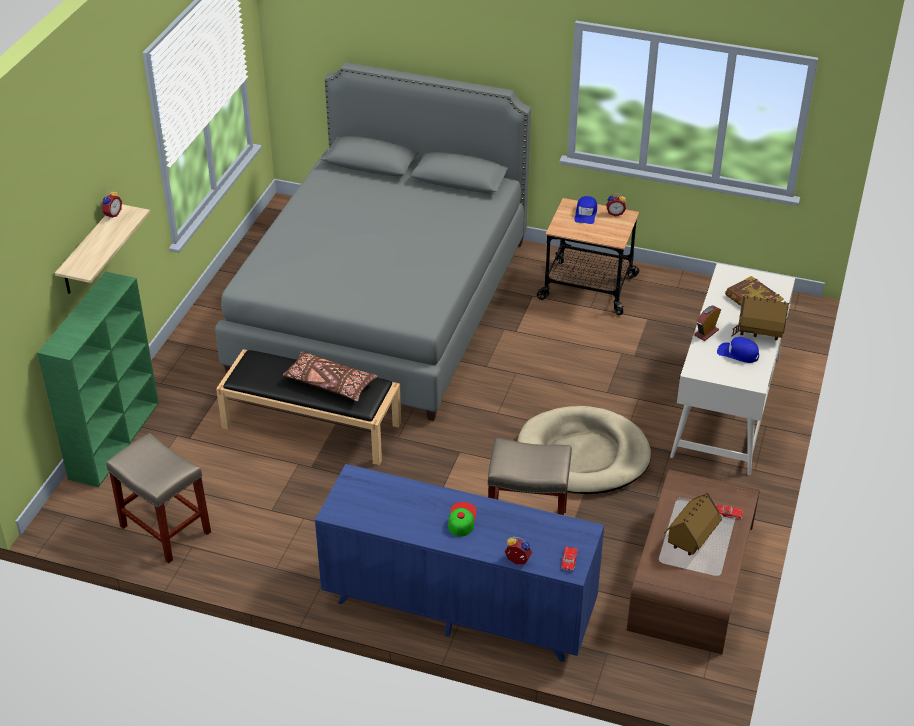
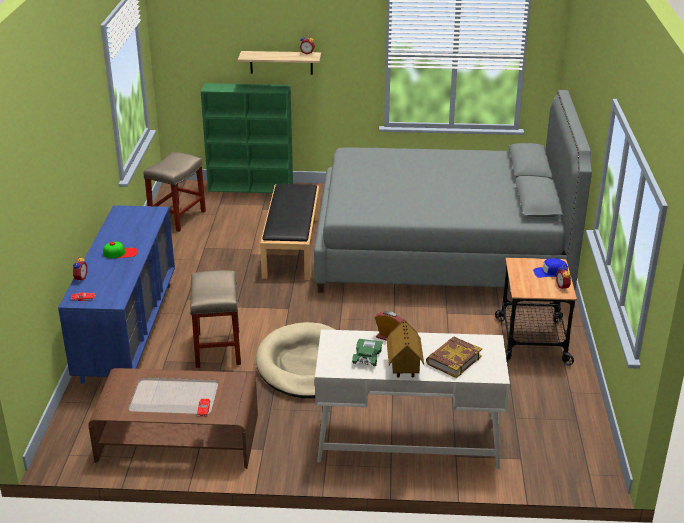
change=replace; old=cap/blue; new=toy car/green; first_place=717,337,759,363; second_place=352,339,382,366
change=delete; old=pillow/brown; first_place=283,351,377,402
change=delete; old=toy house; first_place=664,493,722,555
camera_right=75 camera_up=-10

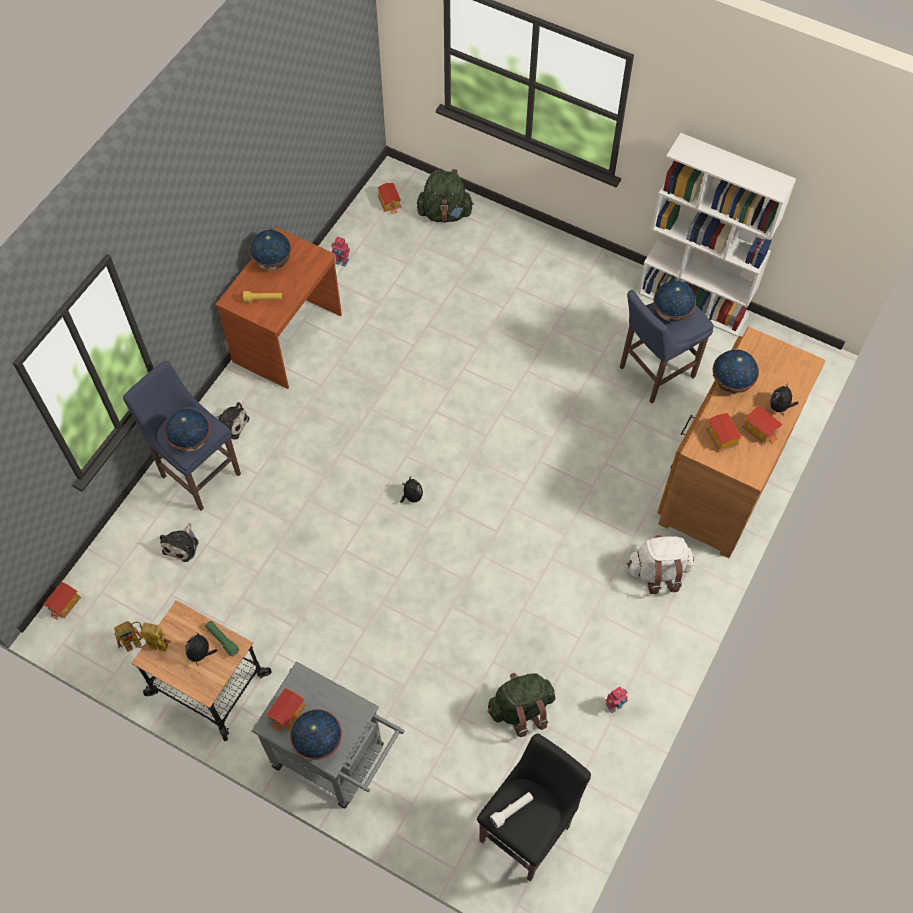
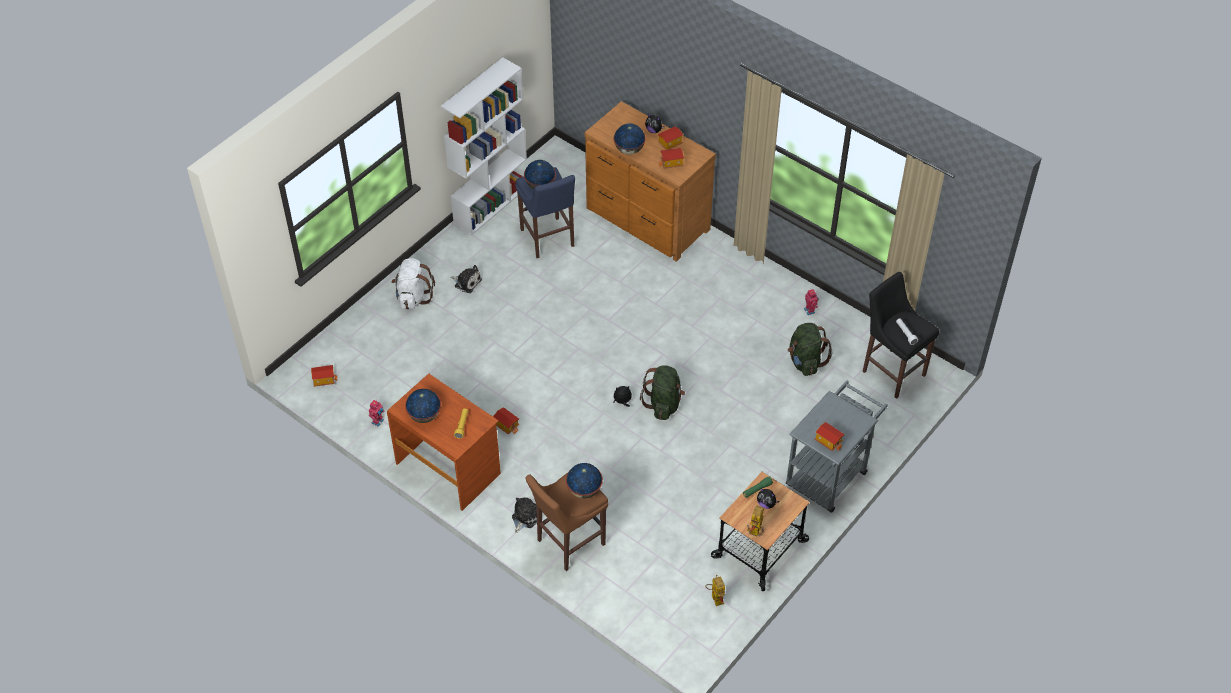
change=move; old=backpack/green; first_place=417,169,474,223; second_place=640,365,685,420
change=recolor; old=stool/blue; new=stool/brown; first_place=123,361,241,511; second_place=526,473,608,571
change=move; old=plush toy; first_place=160,523,198,562; second_place=450,265,482,293
change=move; old=backpack/white; first_place=627,535,694,594; second_place=392,258,435,309
change=move; old=toy house; first_place=43,582,81,620; second_place=493,407,519,435
change=delete; old=globe; first_place=290,709,342,760
camera_right=-80 camera_up=-10

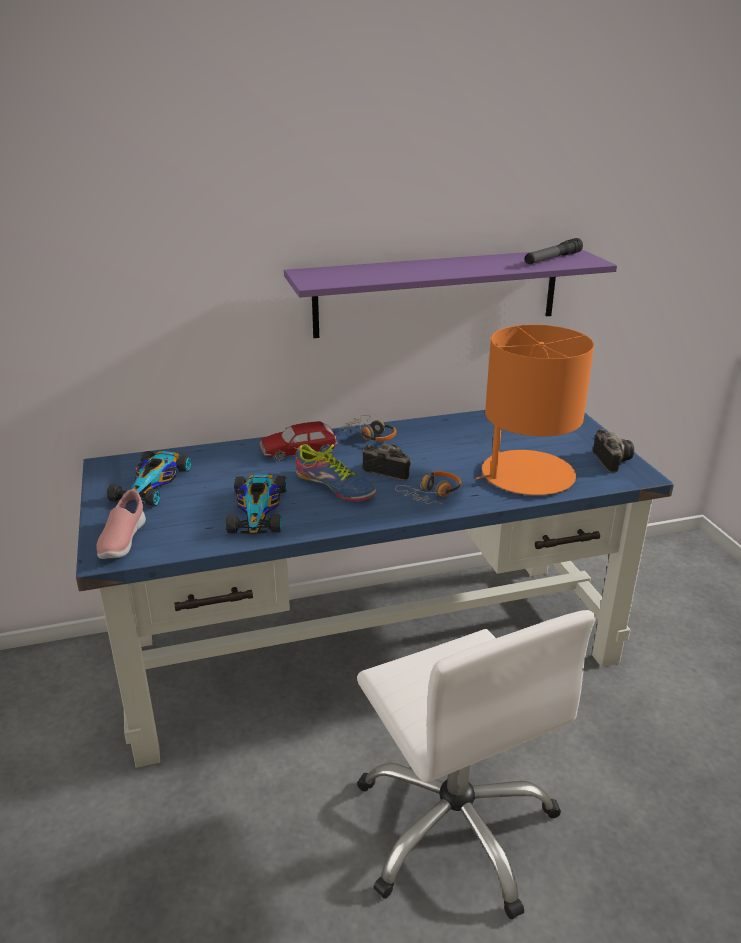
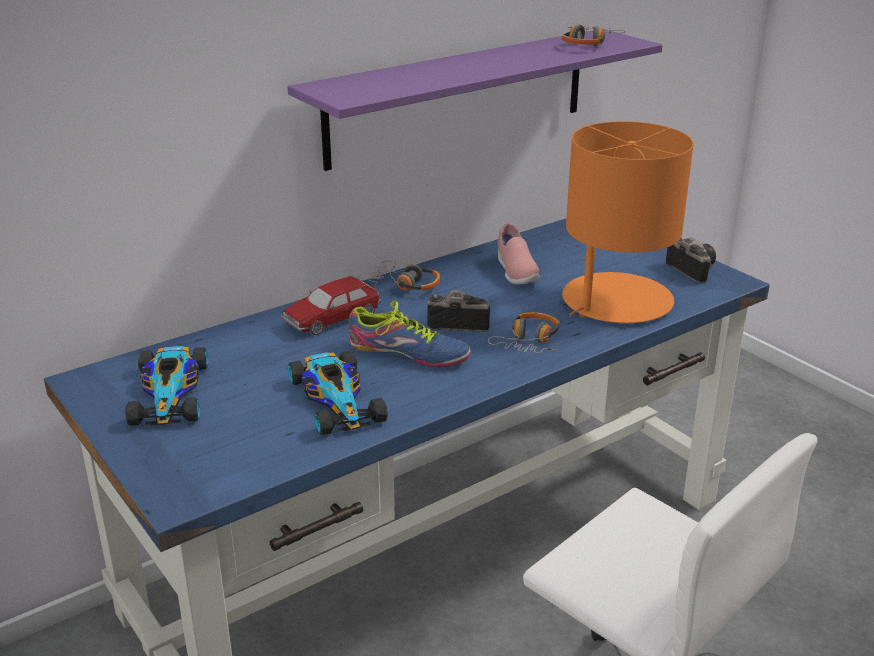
change=replace; old=flashlight; new=headphones; first_place=525,238,583,264; second_place=562,25,626,46
change=move; old=shoe/pink; first_place=96,490,146,559; second_place=498,223,540,284
camera_right=-20 camera_up=0

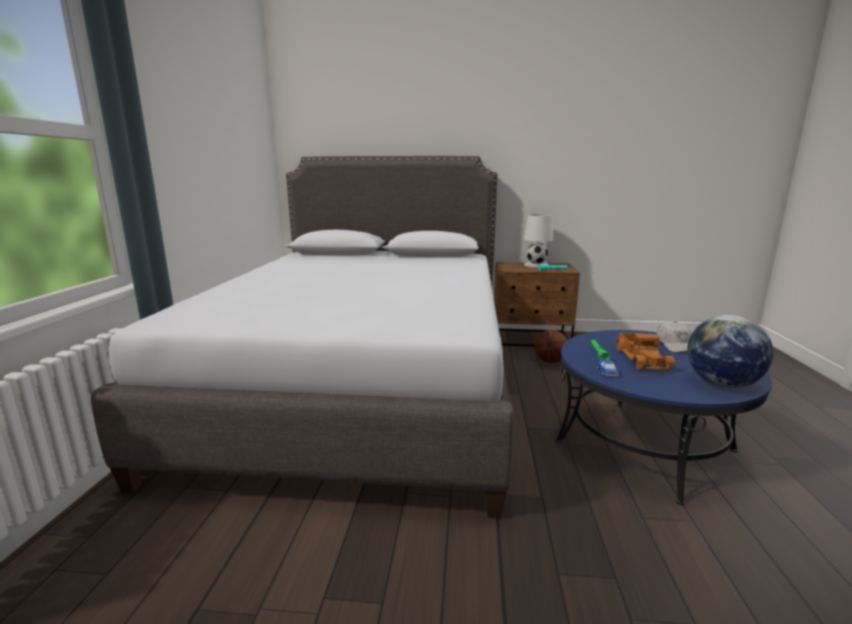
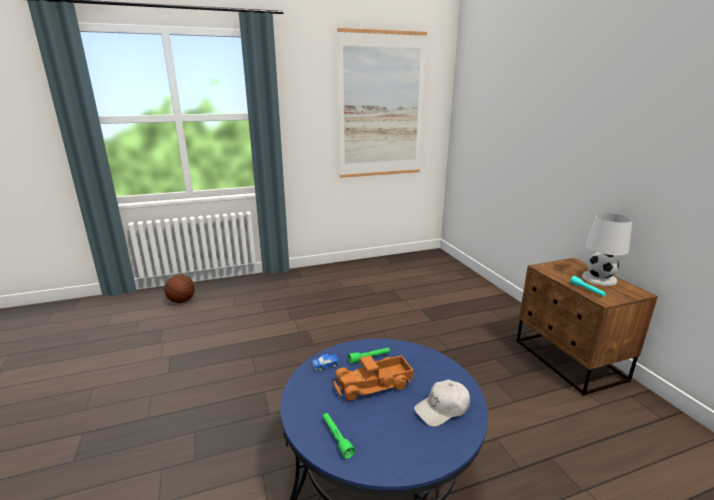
change=delete; old=bed/grey; first_place=91,156,514,518
change=replace; old=globe; new=flashlight/green; first_place=687,315,774,388; second_place=323,413,355,459
change=move; old=basketball; first_place=534,330,568,363; second_place=164,275,195,303
change=insert; new=picture; second_place=337,28,427,178
camera_right=65 camera_up=5

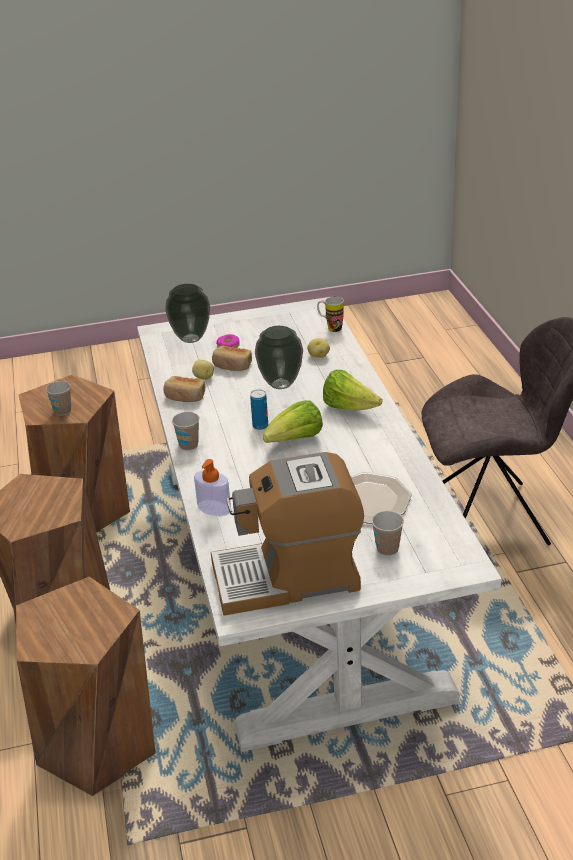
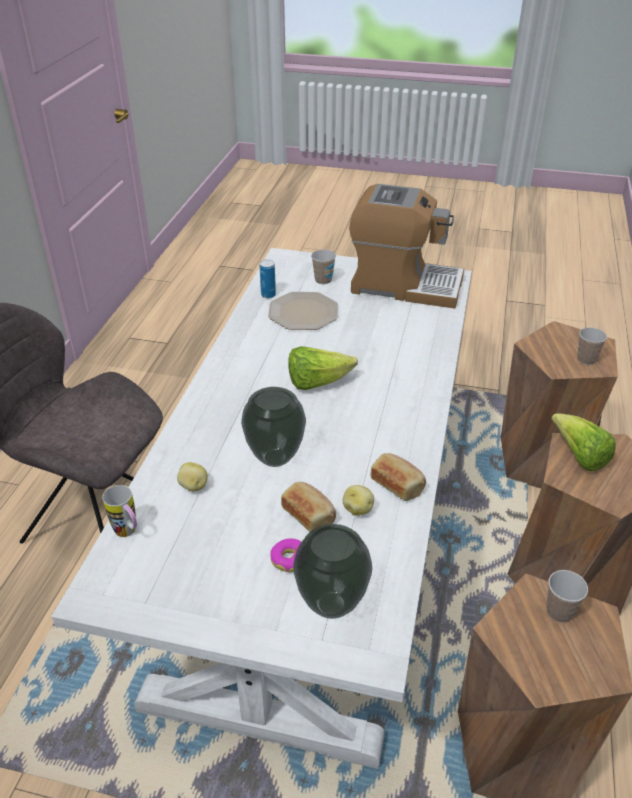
change=move; old=lettuce; first_place=323,370,383,410; second_place=551,413,616,472
change=move; old=can; first_place=250,389,268,430; second_place=260,259,276,298
change=move; old=cup; first_place=172,412,200,451; second_place=577,327,607,365
change=delete; old=soap dispenser; first_place=194,459,231,516
camera_right=-155 camera_up=5

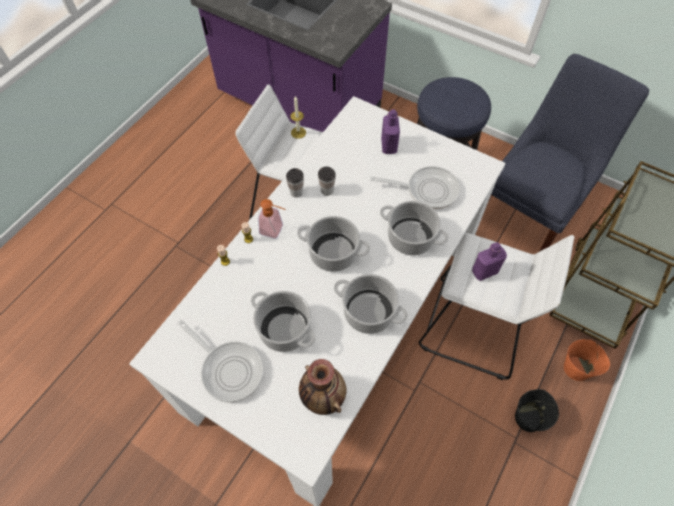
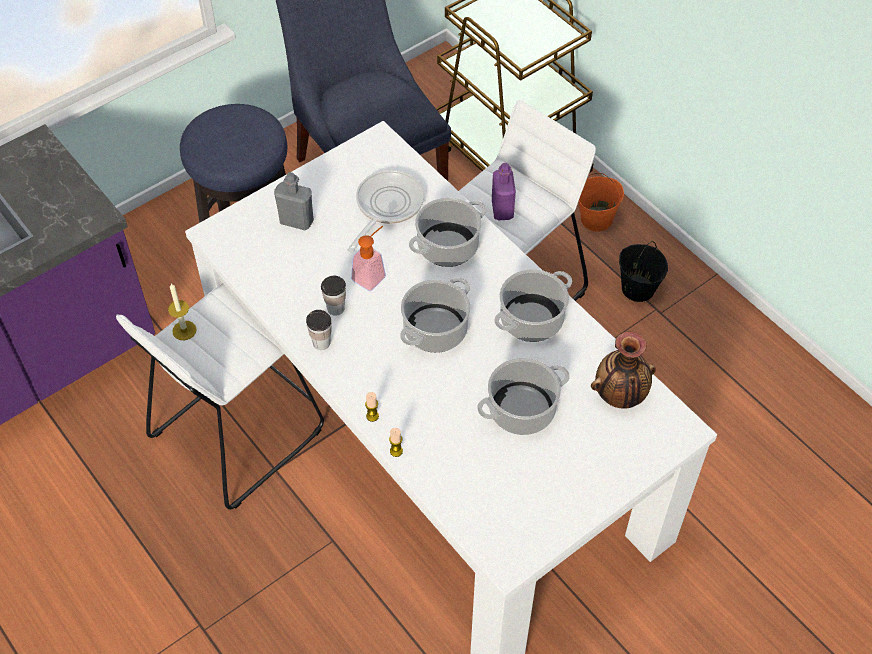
change=recolor; old=bottle/purple; new=bottle/grey; first_place=381,109,400,154; second_place=274,172,314,230
change=move; old=soap dispenser; first_place=258,199,286,239; second_place=351,226,386,291
change=delete; old=frying pan; first_place=177,320,264,402
camera_right=-70 camera_up=-5

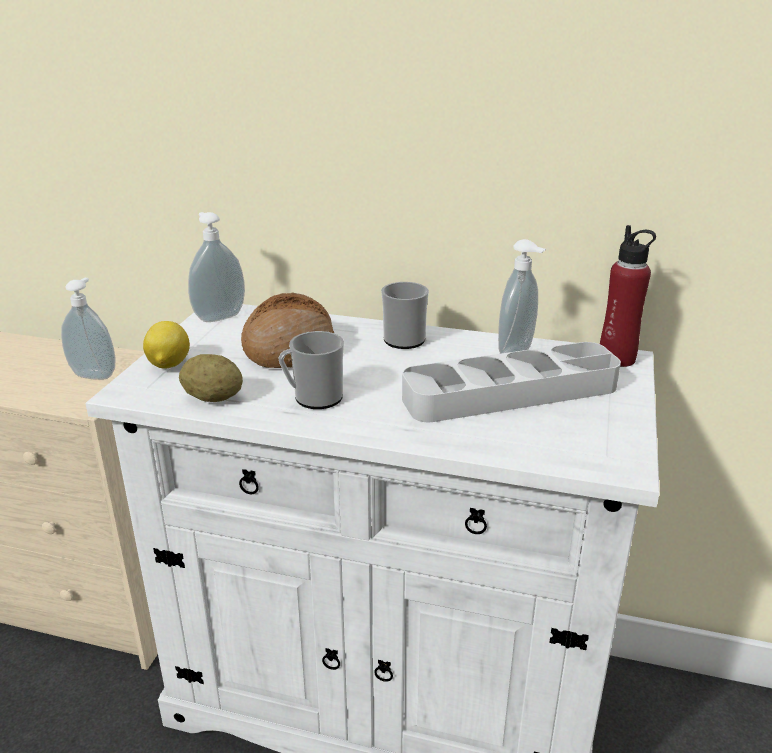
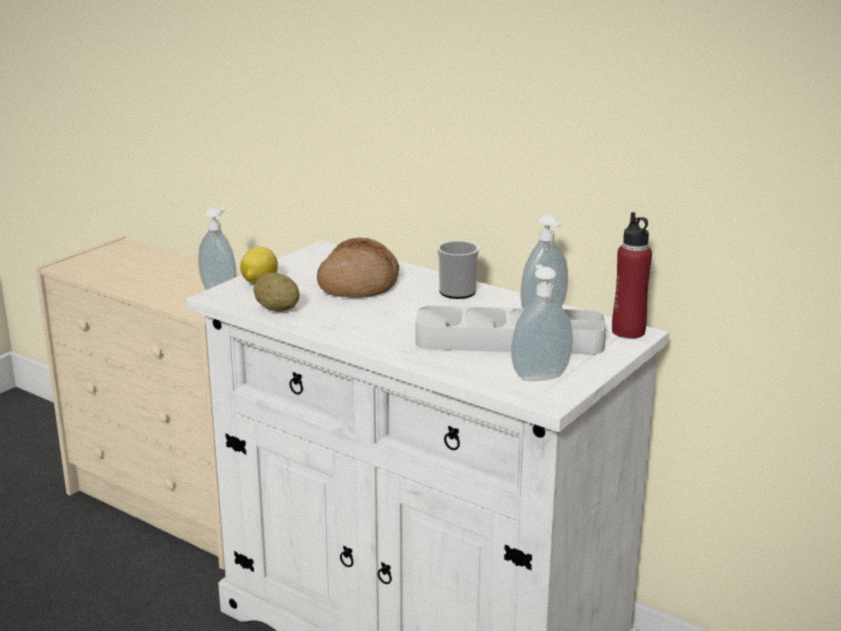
change=move; old=soap dispenser; first_place=188,212,245,322; second_place=511,265,573,381
change=delete; old=mug; first_place=279,331,344,409
camera_right=20 camera_up=-5

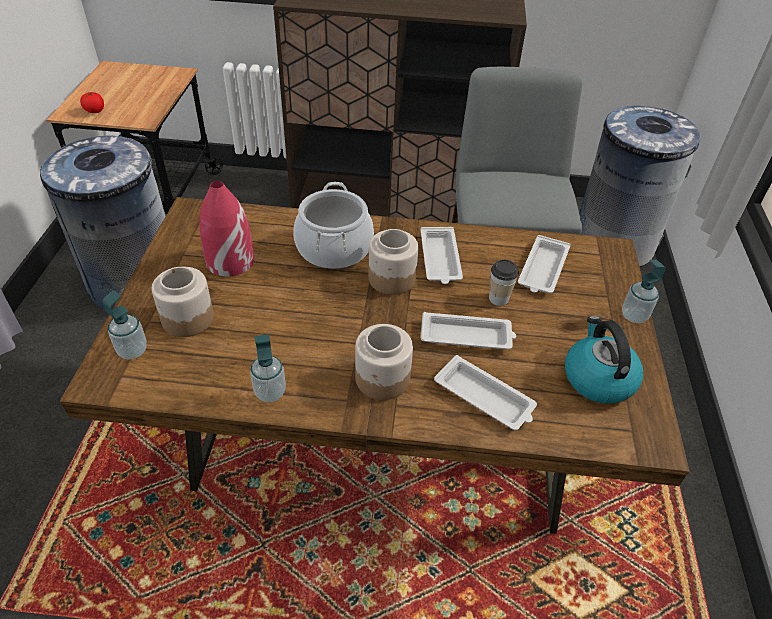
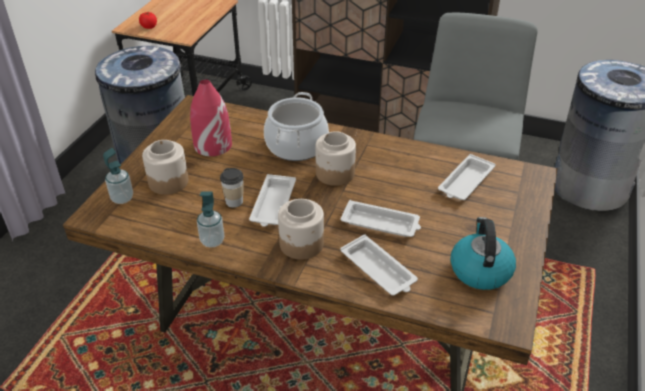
change=move; old=tray/white; first_place=421,227,463,284; second_place=249,174,296,227
change=move; old=cup; first_place=489,260,519,306; second_place=220,168,244,208
change=delete; old=soap dispenser; first_place=622,260,666,323
camera_right=15 camera_up=-5

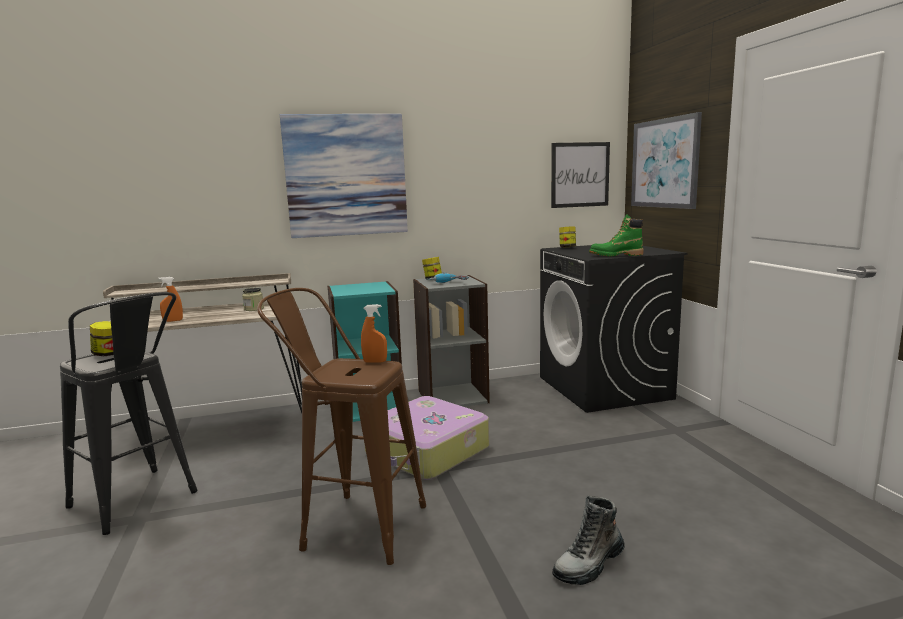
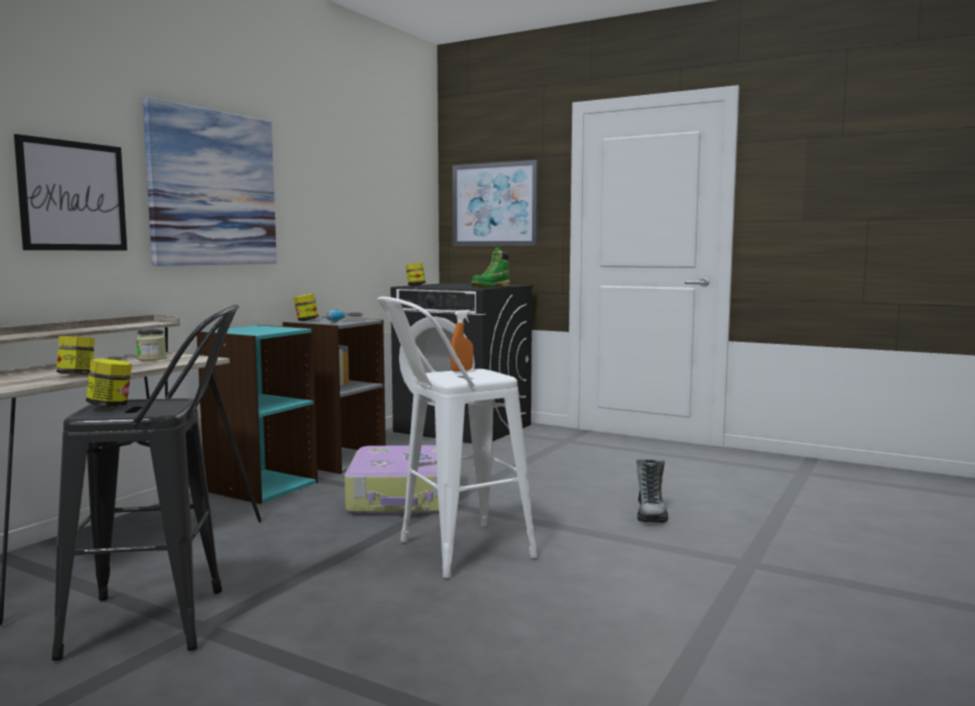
change=move; old=picture; first_place=551,142,610,208; second_place=14,134,127,250
change=replace; old=spray bottle/orange; new=jar; first_place=159,277,183,322; second_place=56,336,95,375
change=recolor; old=stool/brown; new=stool/white; first_place=257,288,426,565; second_place=377,297,537,578
camera_right=-45 camera_up=-5

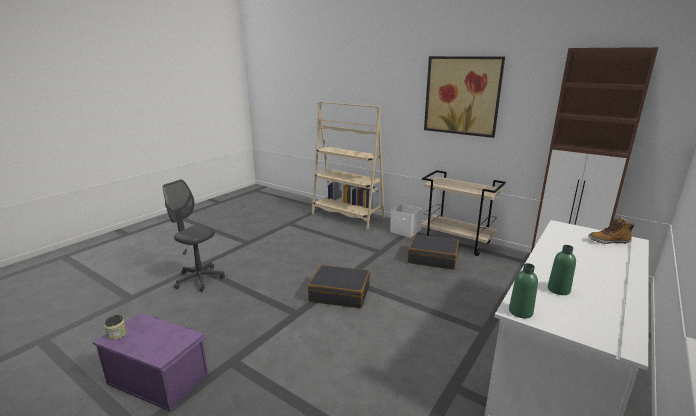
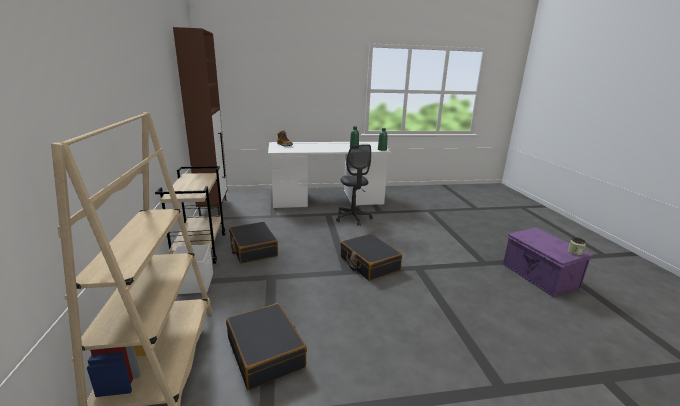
change=delete; old=picture; first_place=424,56,505,138
change=move; old=office chair/grey; first_place=163,180,225,292; second_place=336,144,373,226
change=insert; new=suitcase/black; second_place=226,303,307,390
camera_right=-135 camera_up=0

